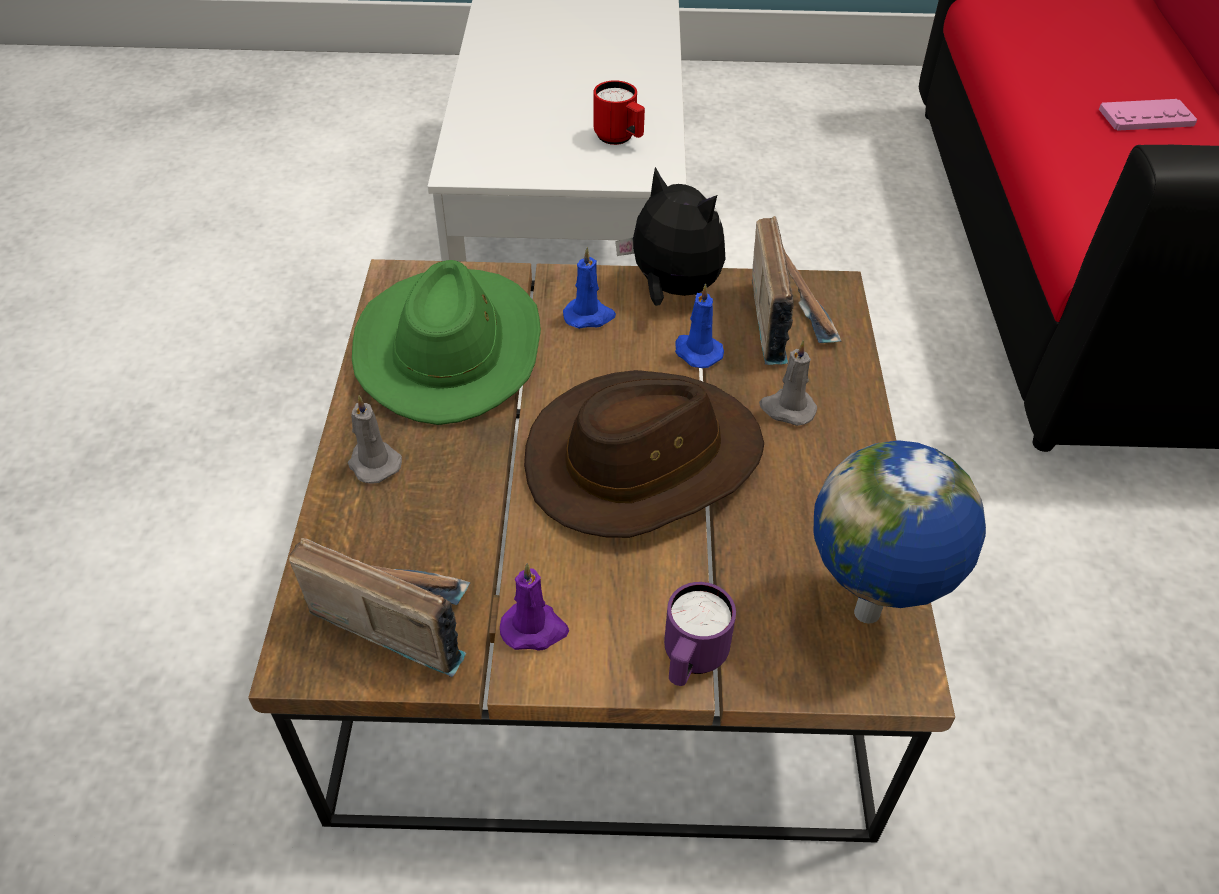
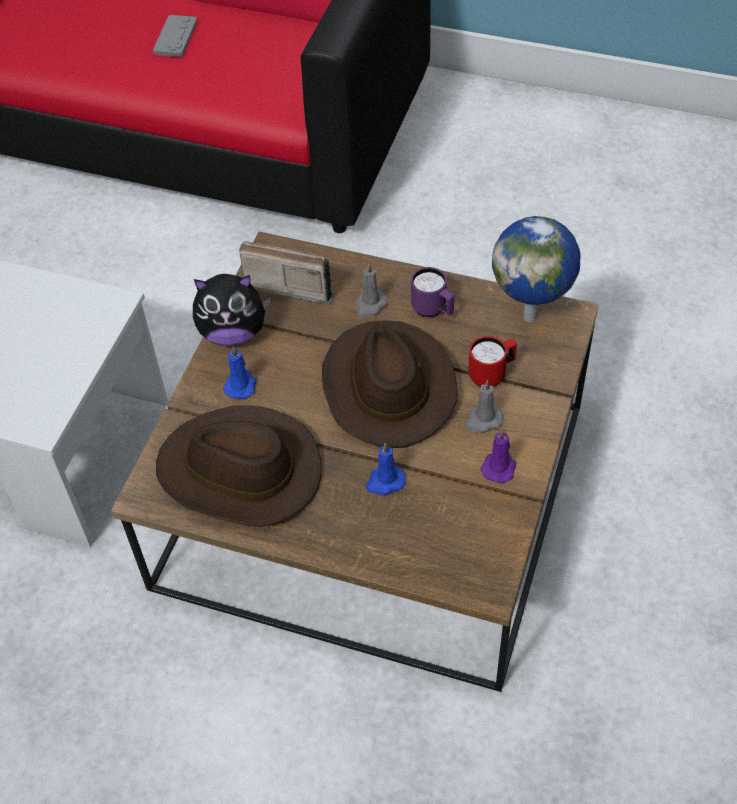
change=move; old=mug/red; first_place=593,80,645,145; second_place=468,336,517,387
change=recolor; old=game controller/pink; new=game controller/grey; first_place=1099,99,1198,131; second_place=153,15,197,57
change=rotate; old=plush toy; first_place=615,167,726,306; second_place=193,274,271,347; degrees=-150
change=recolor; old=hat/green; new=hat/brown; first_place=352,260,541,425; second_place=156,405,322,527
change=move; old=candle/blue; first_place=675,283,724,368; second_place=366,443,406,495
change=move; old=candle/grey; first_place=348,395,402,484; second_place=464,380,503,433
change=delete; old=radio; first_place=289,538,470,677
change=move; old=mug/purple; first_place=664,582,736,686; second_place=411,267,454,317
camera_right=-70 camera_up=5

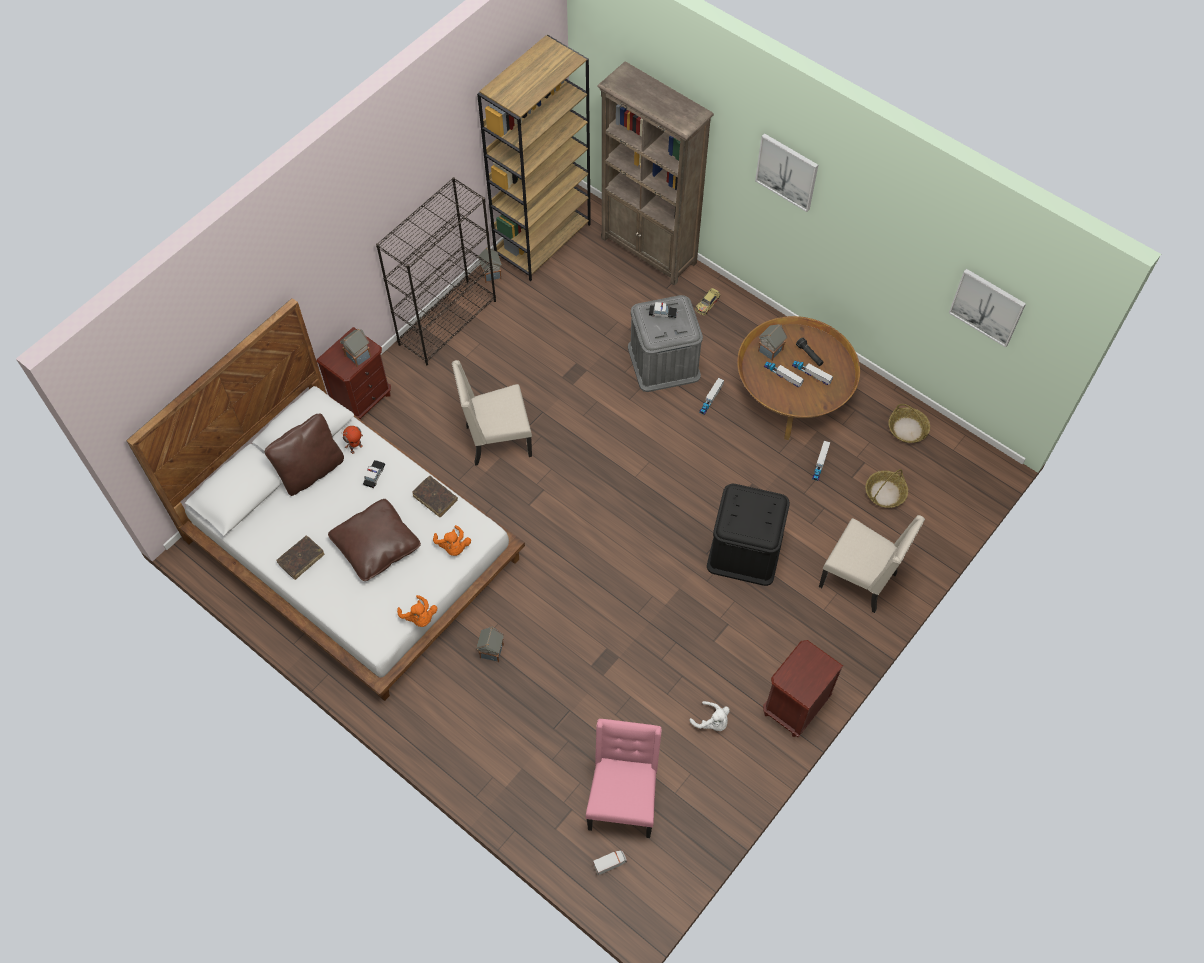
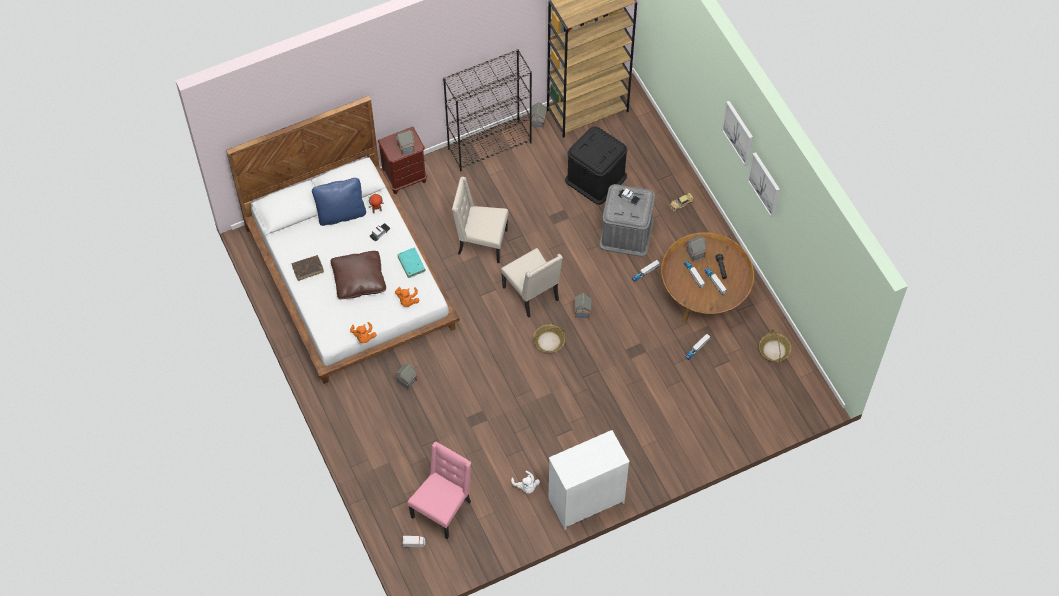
change=delete; old=bookcase/brown; first_place=597,61,714,286
change=move; old=picture; first_place=949,269,1026,347; second_place=747,152,780,217
change=recolor; old=pillow/brown; new=pillow/blue; first_place=265,414,344,496; second_place=312,178,366,226
change=move; old=basket; first_place=866,469,908,508; second_place=533,324,565,353
change=recolor; old=book/brown; new=book/turquoise; first_place=412,476,458,517; second_place=398,248,426,278
change=move; old=storage box/black; first_place=707,484,790,586; second_place=565,126,627,205
change=move; old=chair/beige; first_place=819,515,925,613; second_place=501,248,563,318
change=replace; old=nightstand/brown; new=dresser/white; first_place=763,640,843,737; second_place=548,430,630,530
change=insert; new=toy house; second_place=574,293,592,319
camera_right=25 camera_up=0

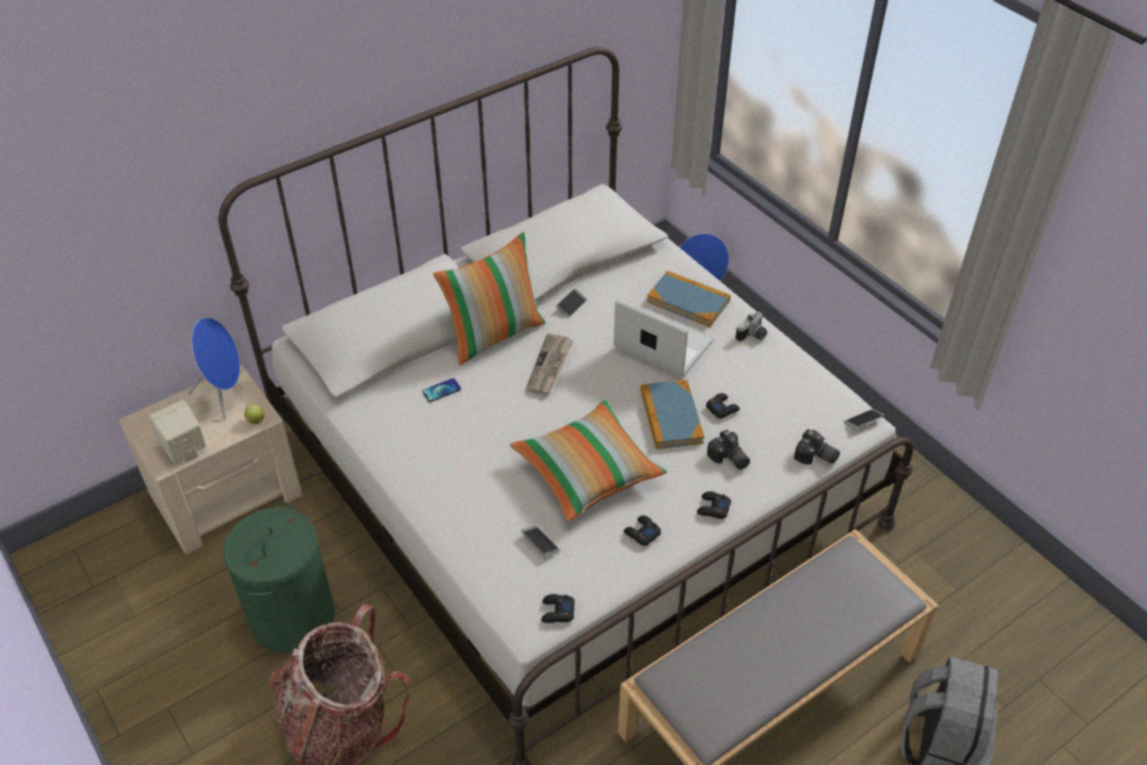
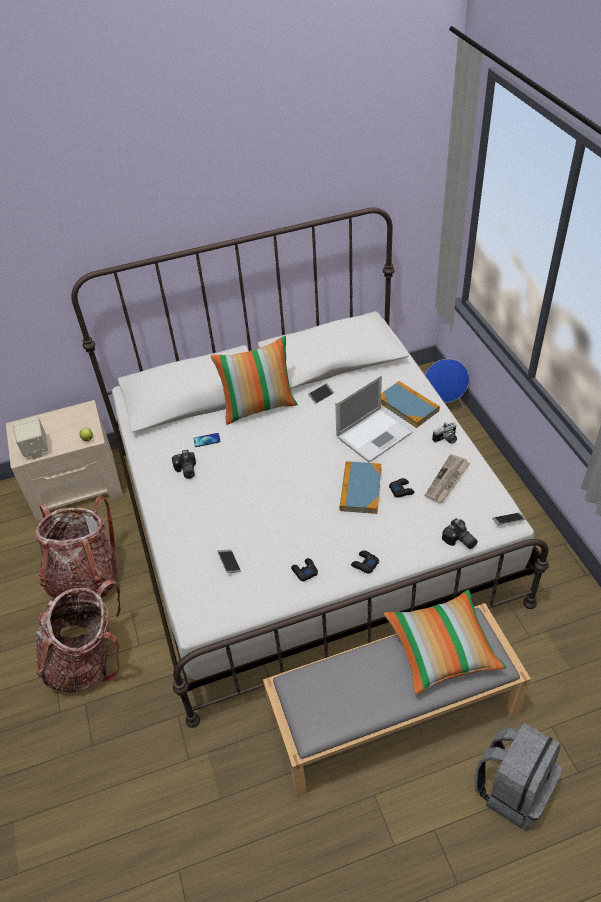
change=rotate; old=laptop; first_place=614,299,714,377; second_place=335,375,413,463; degrees=90
change=delete; old=speaker/blue; first_place=188,318,240,420
change=move; old=newspaper; first_place=526,334,574,394; second_place=424,454,470,503
change=move; old=pillow; first_place=510,400,667,522; second_place=384,590,507,694
change=move; old=photo camera; first_place=707,429,750,470; second_place=172,450,196,479
change=replace; old=laundry basket/green; new=backpack; first_place=223,502,335,653; second_place=36,497,118,598
change=delete; old=game controller/black; first_place=541,594,575,623
camera_right=20 camera_up=0

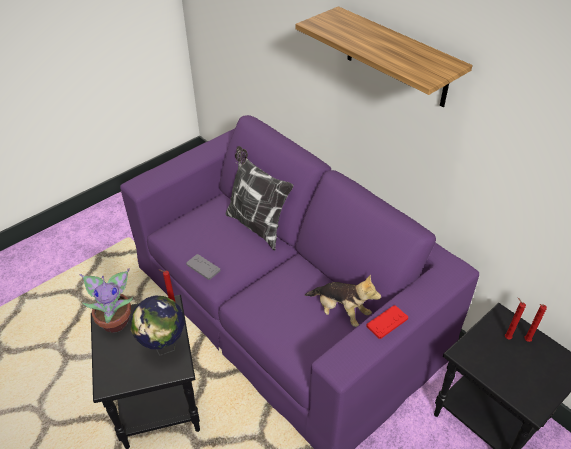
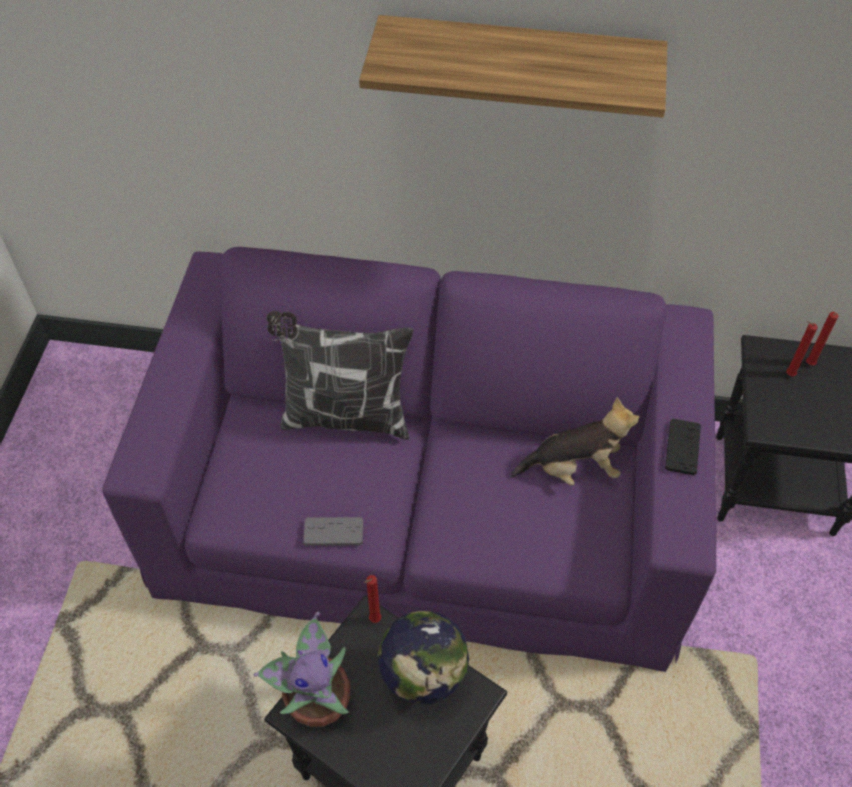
change=recolor; old=game controller/red; new=game controller/black; first_place=366,305,408,339; second_place=665,419,701,475
camera_right=-40 camera_up=10

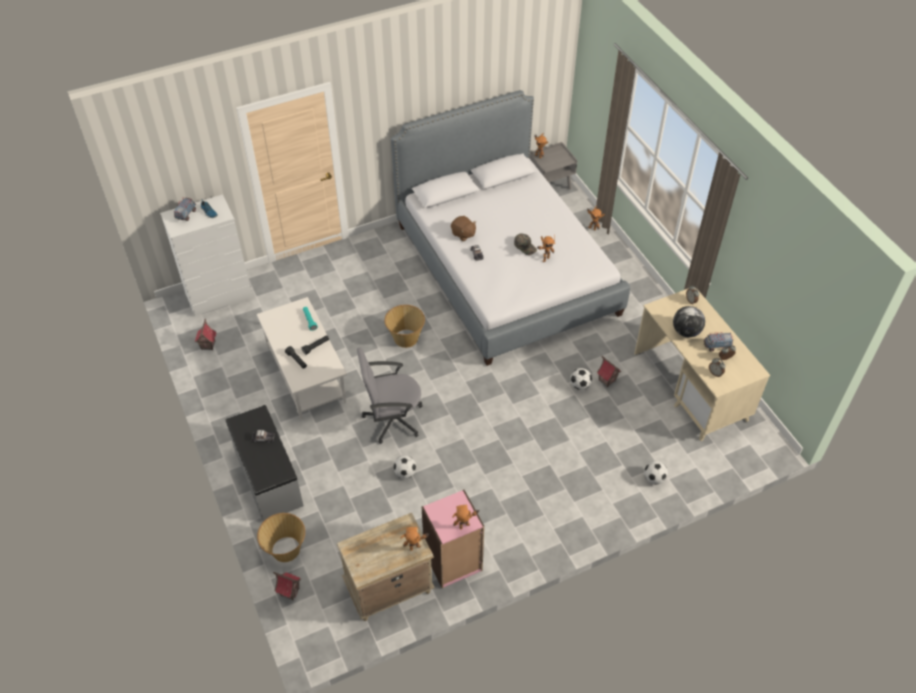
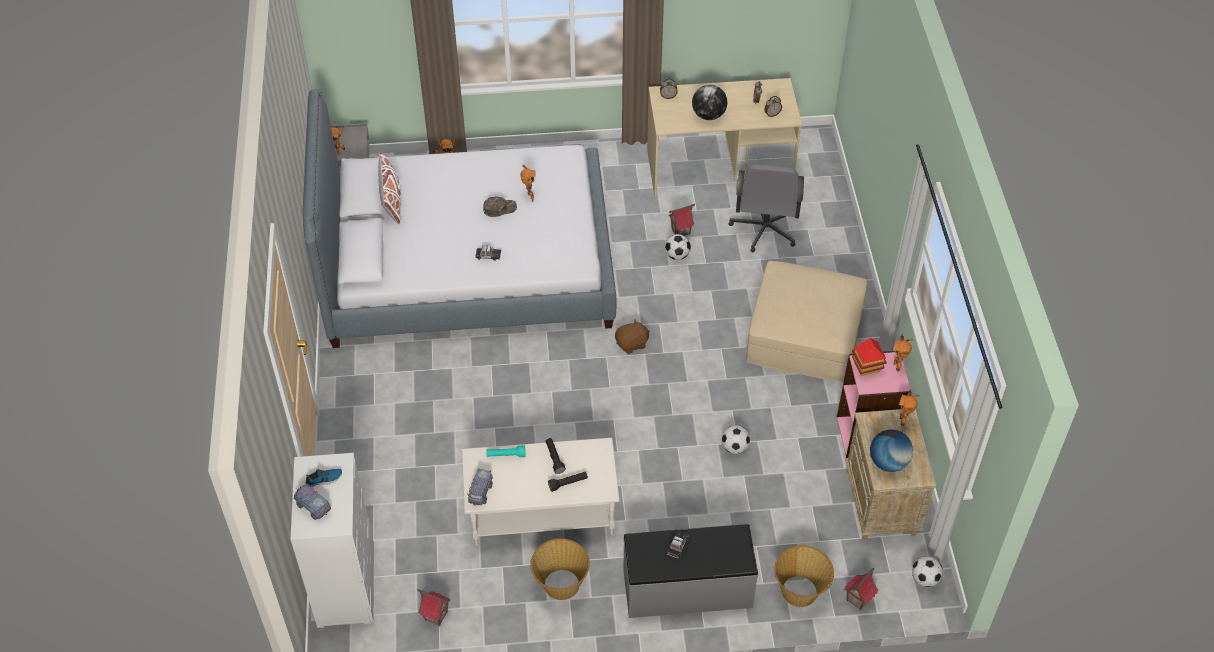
change=move; old=plush toy/brown; first_place=451,216,476,241; second_place=615,319,650,354
change=move; old=basket; first_place=384,305,425,348; second_place=530,538,590,600
change=move; old=toy truck; first_place=703,332,733,352; second_place=467,468,493,506
change=move; old=office chair/grey; first_place=357,348,423,444; second_place=729,164,804,253
change=move; old=football; first_place=644,461,668,484; second_place=912,556,943,587
change=insert; new=pillow/white; second_place=378,152,401,224
change=insert; new=ottoman/beige; second_place=746,261,867,382
change=insert; new=toy house; second_place=852,338,887,376
change=insert; new=globe; second_place=870,429,913,472
camera_right=-70 camera_up=0

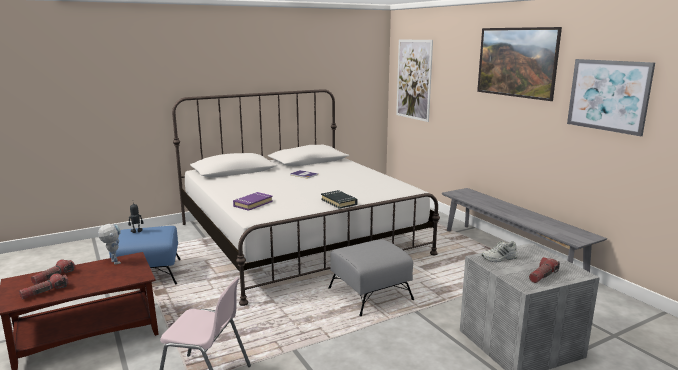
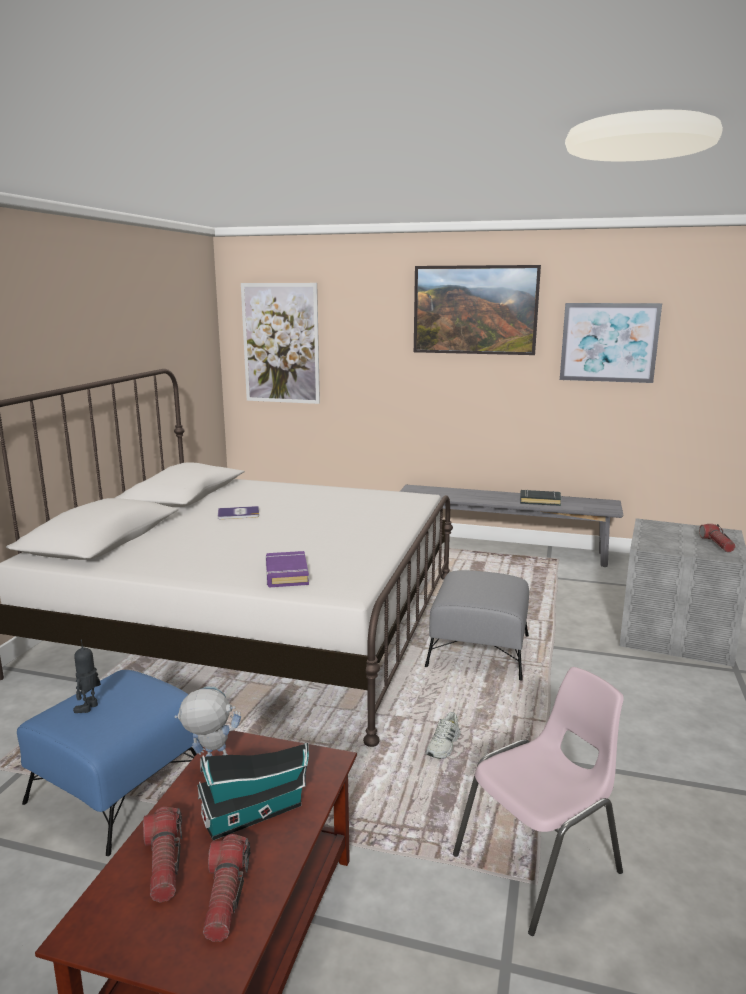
change=move; old=book/black; first_place=321,190,357,209; second_place=520,490,562,506
change=move; old=shoe/white; first_place=481,241,518,262; second_place=426,712,461,759
change=insert; new=toy house; second_place=197,743,309,840
camera_right=-45 camera_up=0

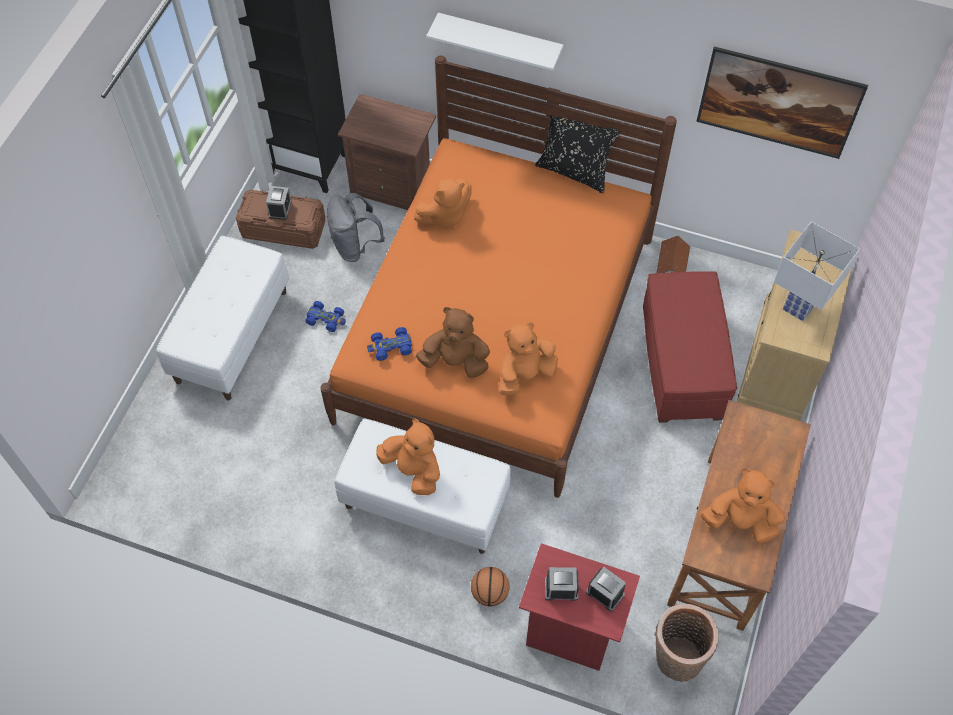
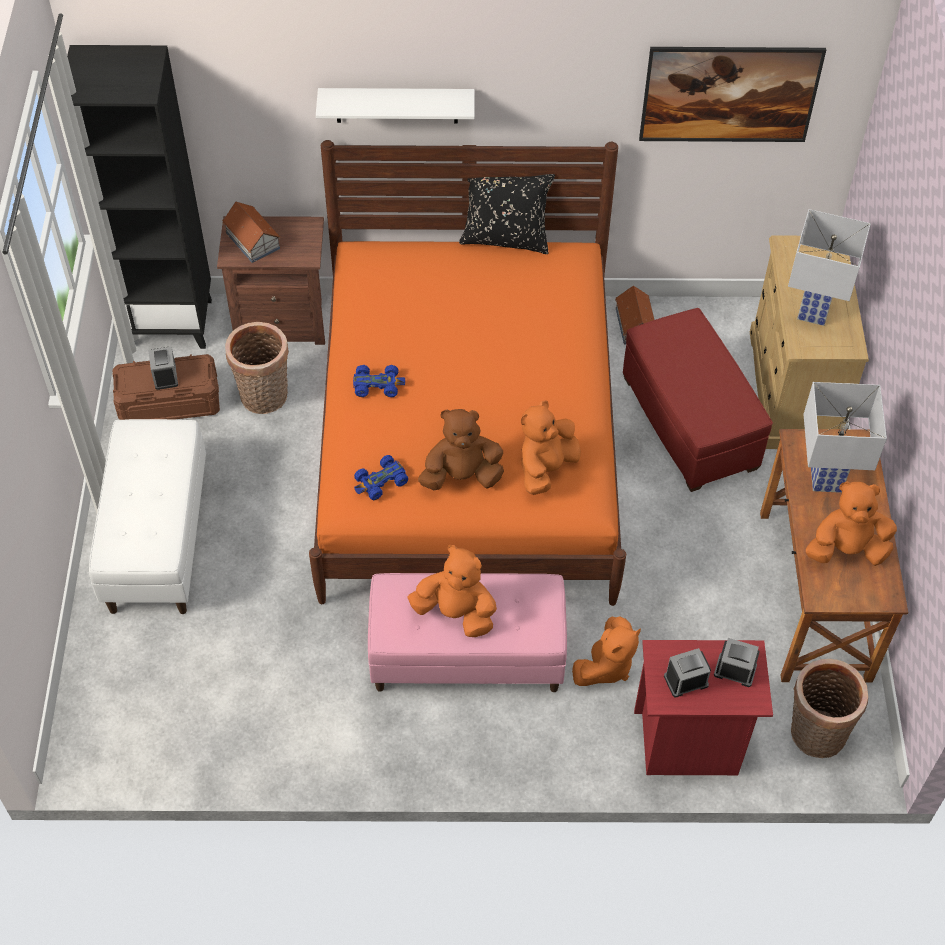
change=move; old=plush toy/orange; first_place=414,178,472,229; second_place=572,617,641,686
change=replace; old=backpack/grey; new=basket; first_place=327,193,385,262; second_place=225,322,289,414
change=move; old=toy car/blue; first_place=305,301,346,332; second_place=353,365,405,397
change=recolor; old=bench/white; new=bench/pink; first_place=335,419,511,554; second_place=368,573,567,692
change=delete; old=basketball; first_place=471,567,510,607
change=insert; new=toy house; second_place=222,201,280,263
change=insert; new=table lamp/white; second_place=803,382,887,493
camera_right=-20 camera_up=-5

